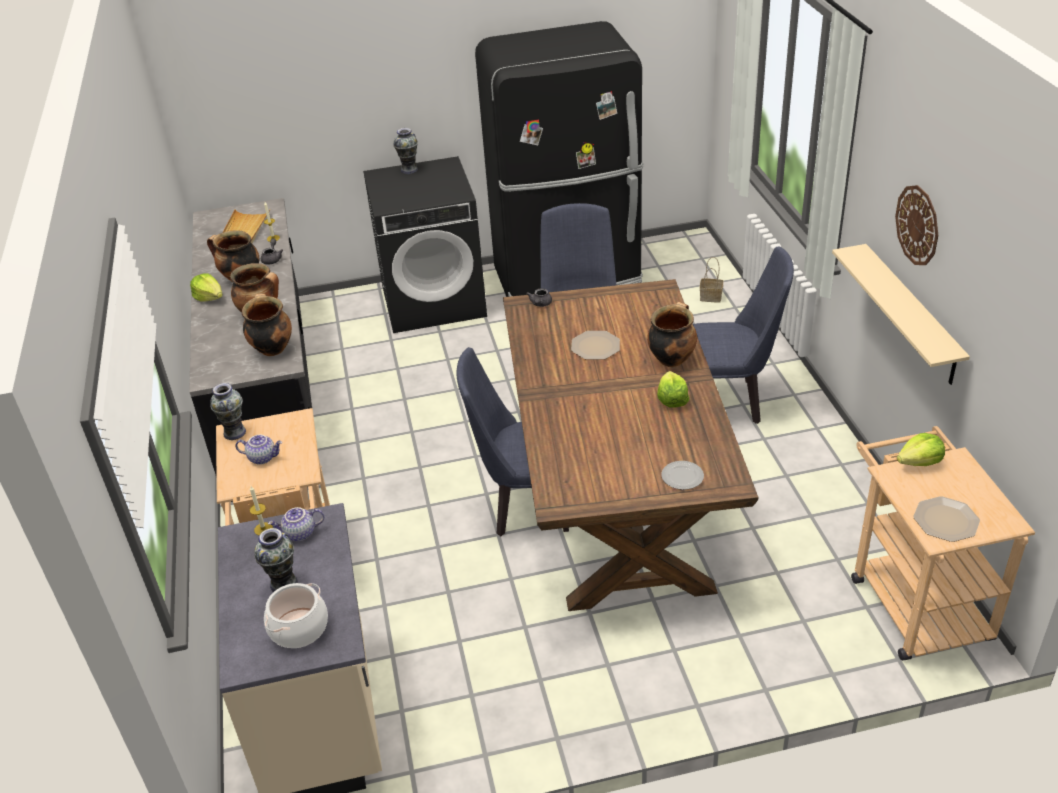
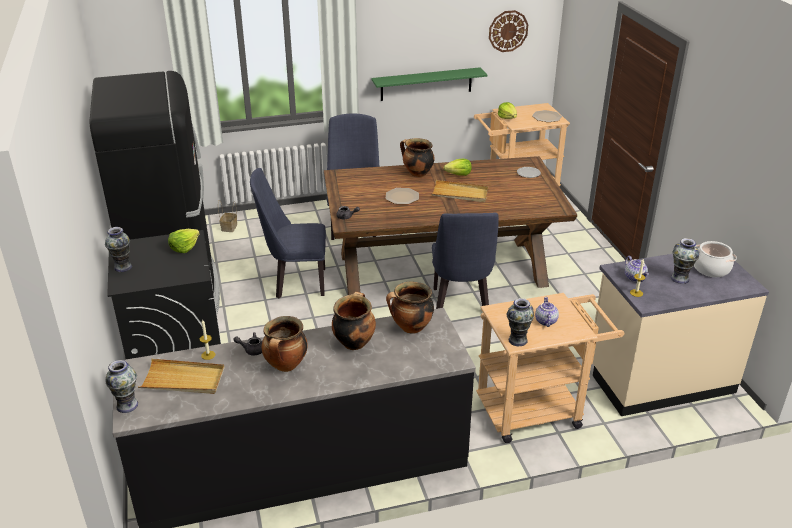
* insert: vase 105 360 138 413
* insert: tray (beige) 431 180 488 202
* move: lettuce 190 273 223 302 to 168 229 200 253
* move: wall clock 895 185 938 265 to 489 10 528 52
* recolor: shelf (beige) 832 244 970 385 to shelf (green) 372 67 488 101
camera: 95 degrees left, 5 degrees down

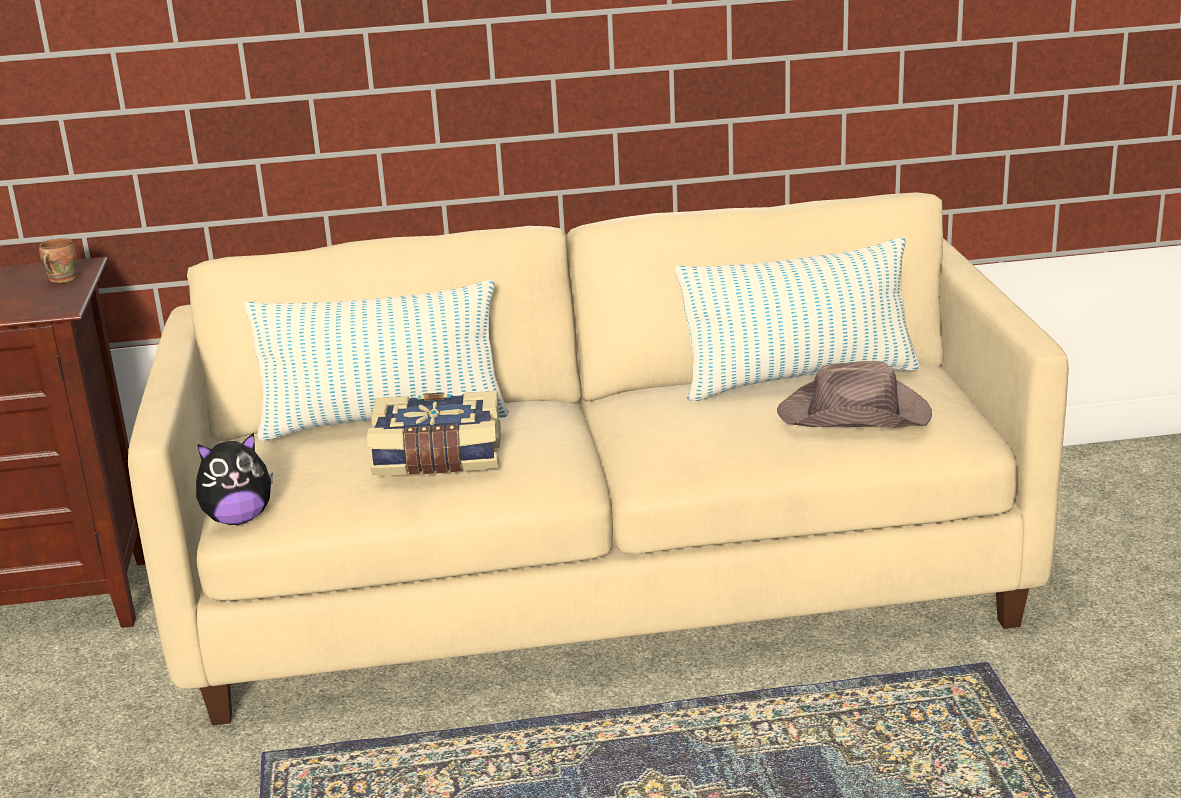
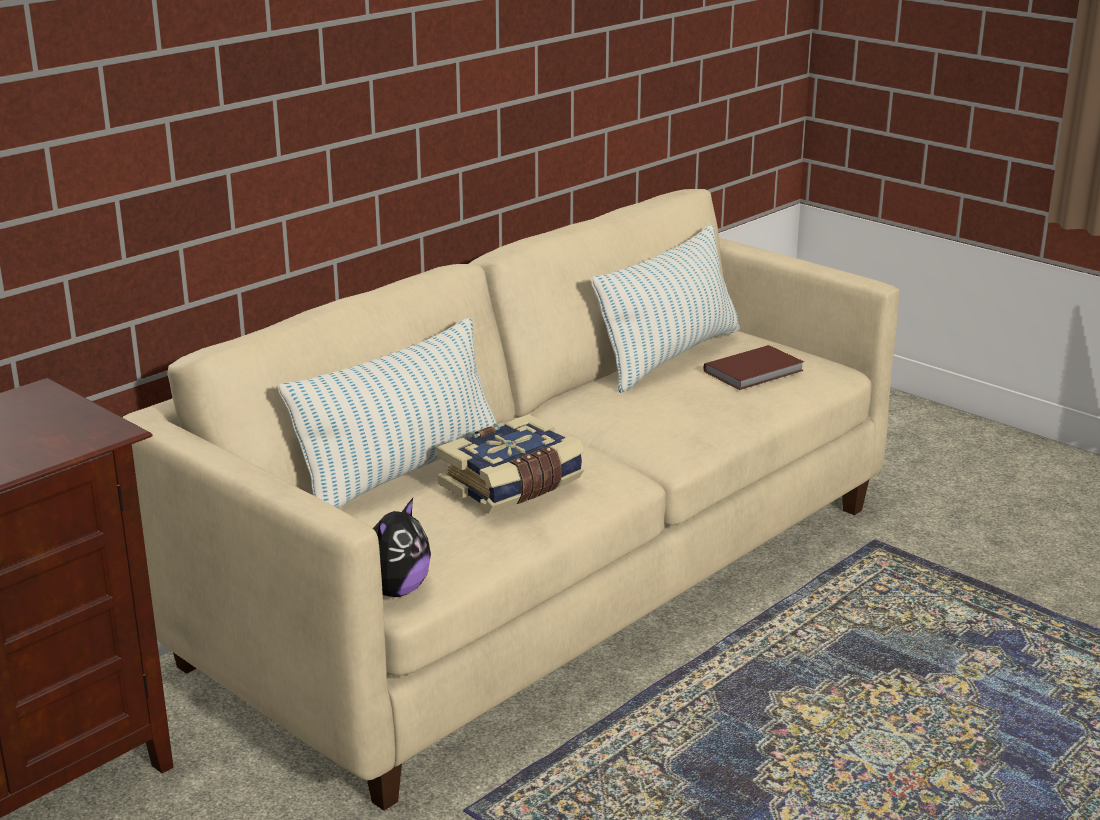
* delete: mug (brown) 39 238 77 283
* replace: hat (brown) 777 361 932 428 to book (brown) 704 345 804 390
camera: 40 degrees left, 0 degrees up

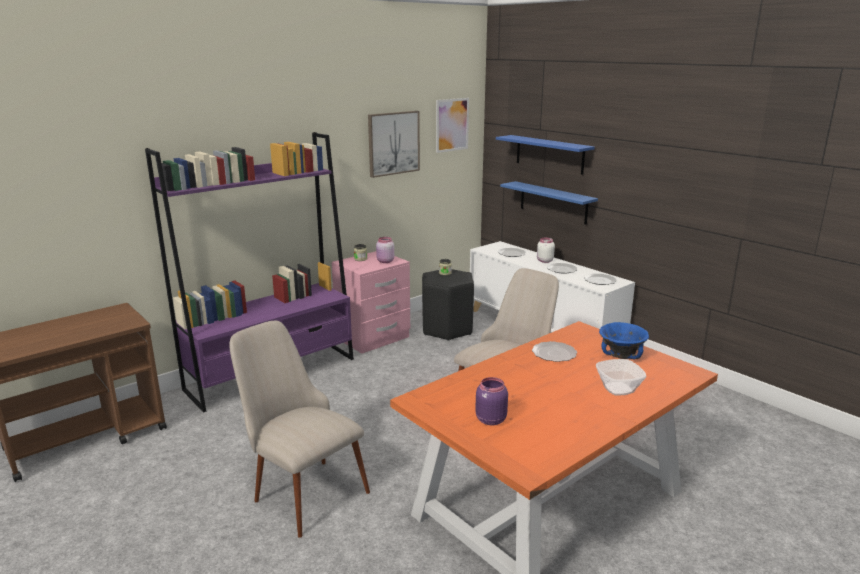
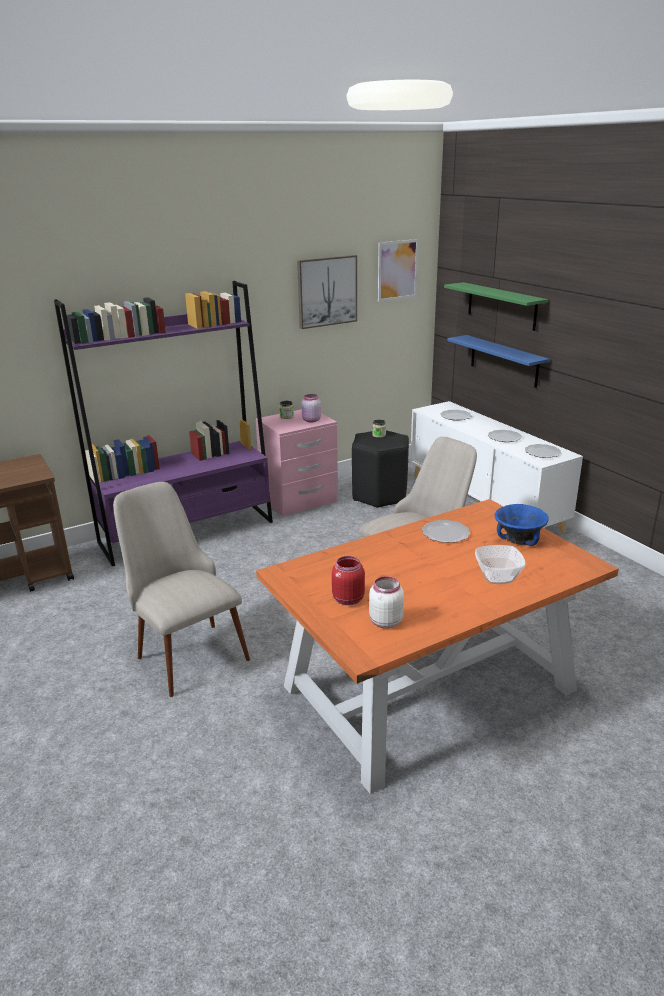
* move: jar (white) 537 238 555 263 to 369 576 404 628
* recolor: jar (purple) 475 377 508 425 to jar (red) 332 556 365 605
* recolor: shelf (blue) 496 135 595 175 to shelf (green) 444 282 548 331
camera: 10 degrees right, 5 degrees up

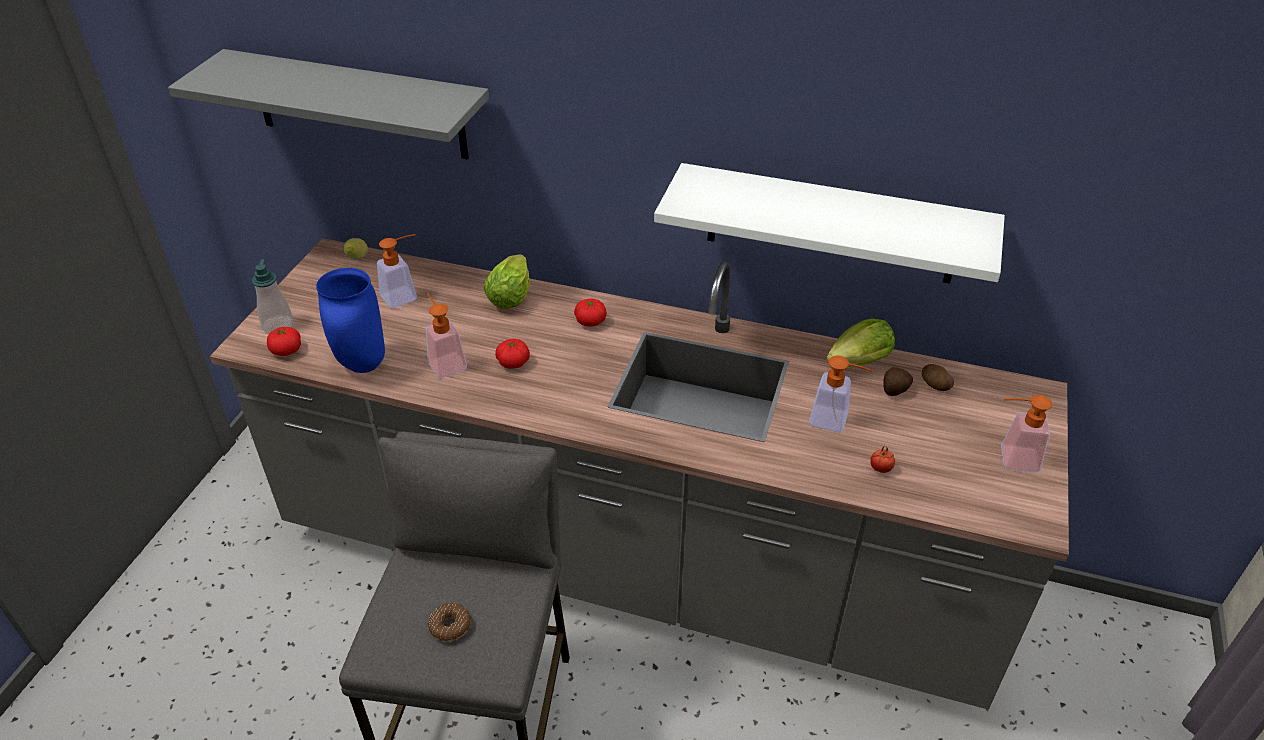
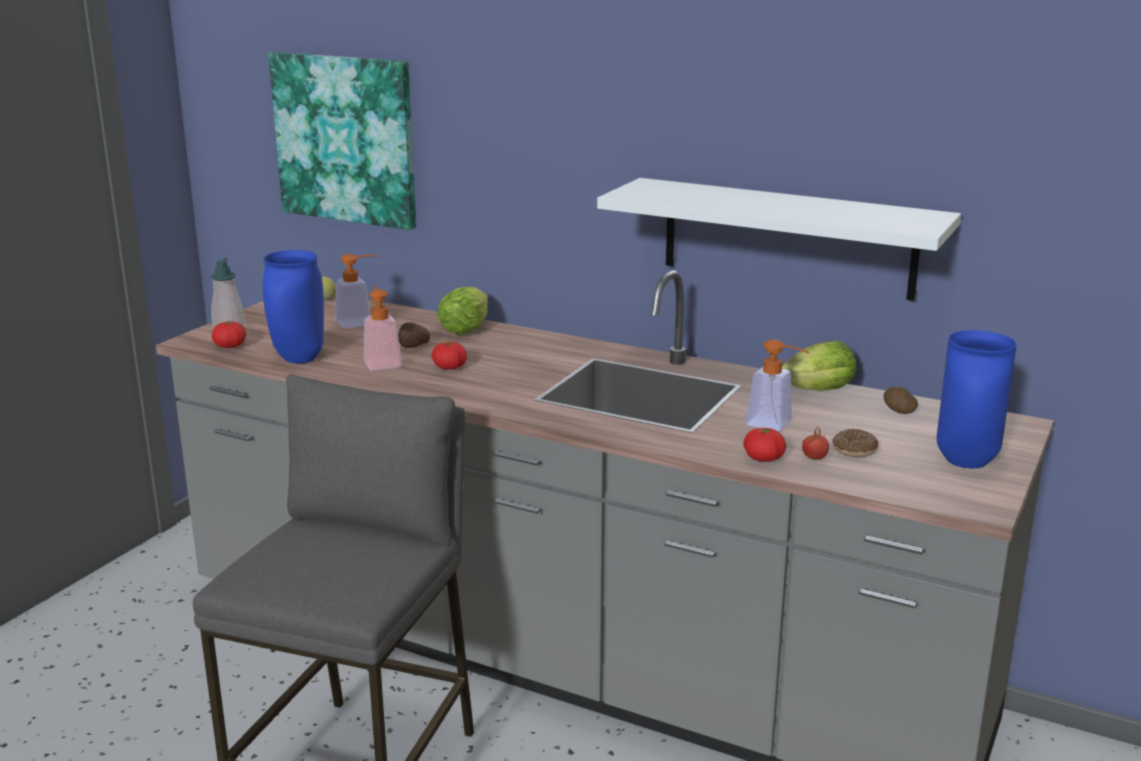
* move: donut 428 602 471 642 to 832 429 878 457
* move: tomato 574 299 607 327 to 743 428 786 462
* move: potato 883 367 913 396 to 398 322 430 348
* replace: shelf (grey) 168 49 489 160 to picture 268 52 416 230
* replace: soap dispenser 1001 395 1052 472 to vase (blue) 937 330 1017 468
camera: 10 degrees right, 20 degrees down

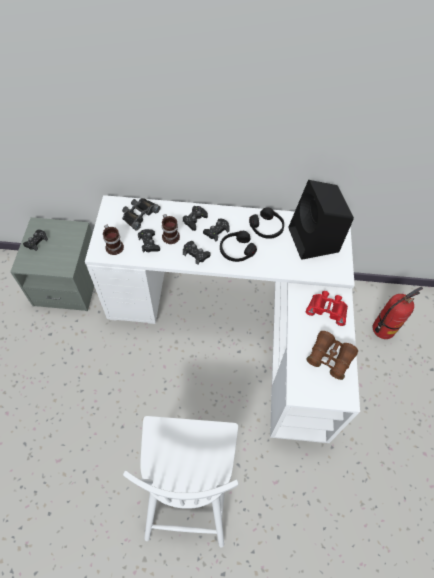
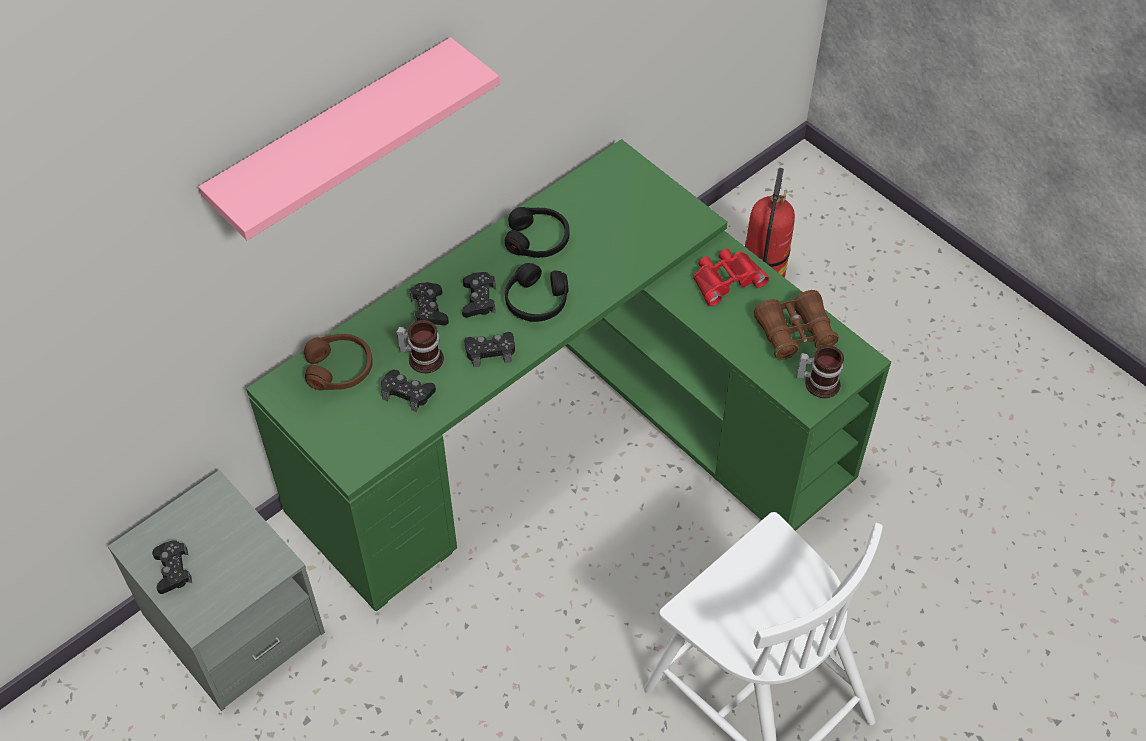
* delete: speaker (black) 288 180 354 260
* insert: shelf (pink) 199 37 499 240
* move: mug 103 225 124 255 to 796 345 844 398
* replace: binoculars (black) 122 198 160 231 to headphones (brown) 304 334 373 390
* recolor: desk (white) 85 195 360 443 to desk (green) 246 139 891 611
camera: 45 degrees left, 5 degrees down

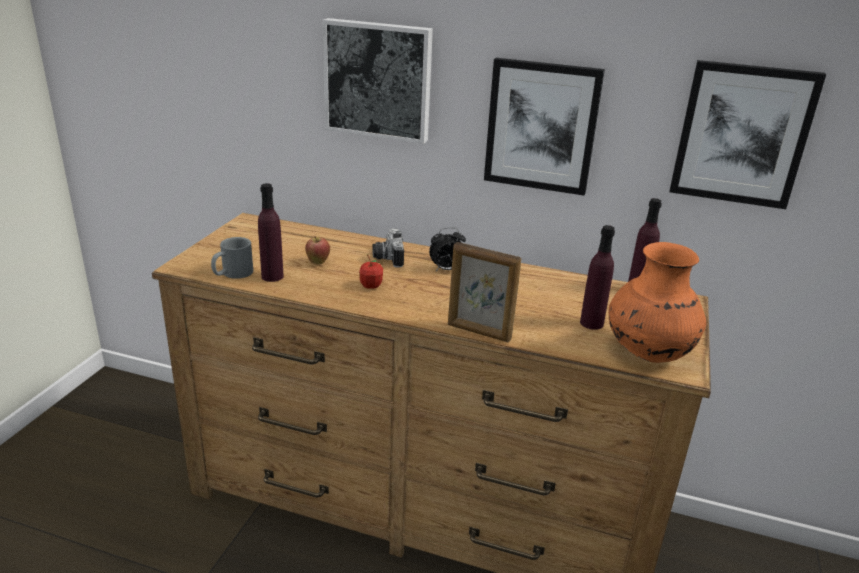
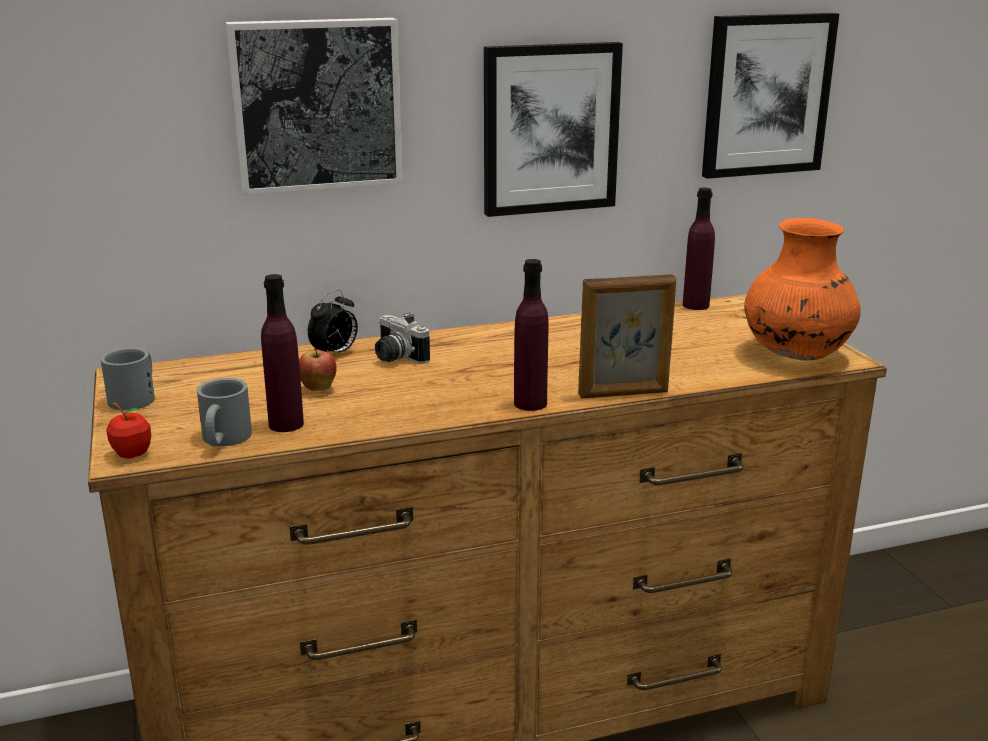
* insert: mug (grey) 100 347 155 411
* move: apple 359 254 383 289 to 106 403 151 459
* move: alarm clock 429 227 466 271 to 308 290 358 353
* move: bottle (purple) 580 225 615 330 to 514 259 548 411
camera: 35 degrees left, 5 degrees down

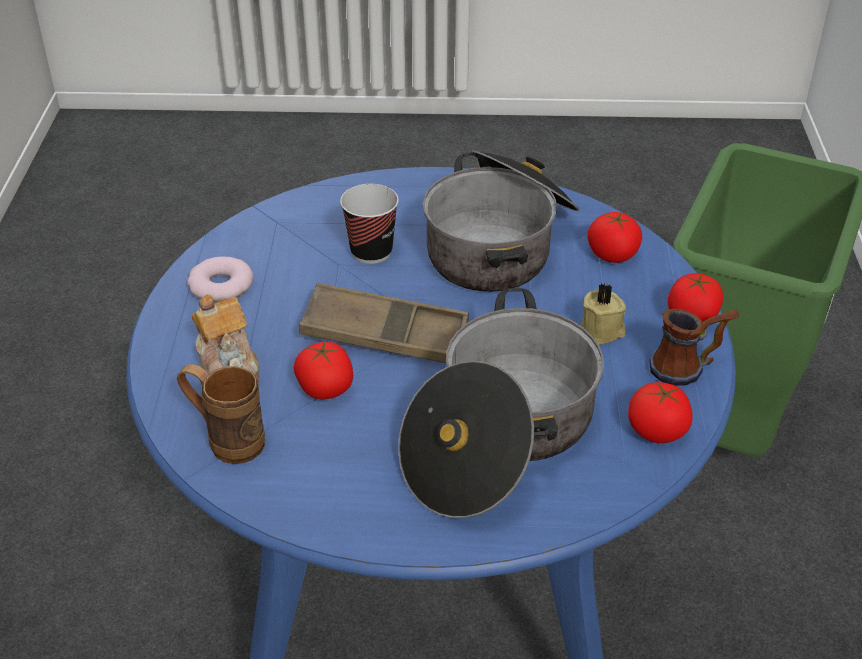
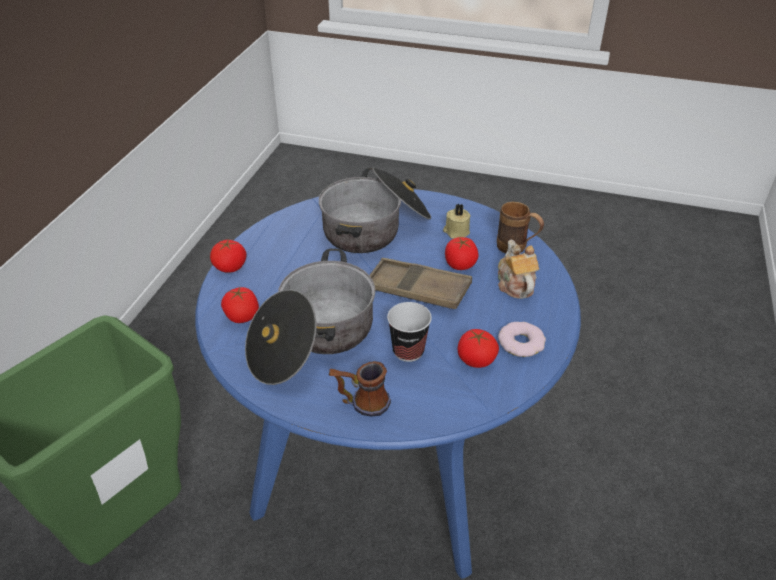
* move: candle (beige) 581 283 626 345 to 443 204 471 239
* move: tomato 628 382 693 443 to 458 329 499 368
* move: mug 649 308 739 386 to 329 361 391 417
camera: 165 degrees left, 0 degrees up

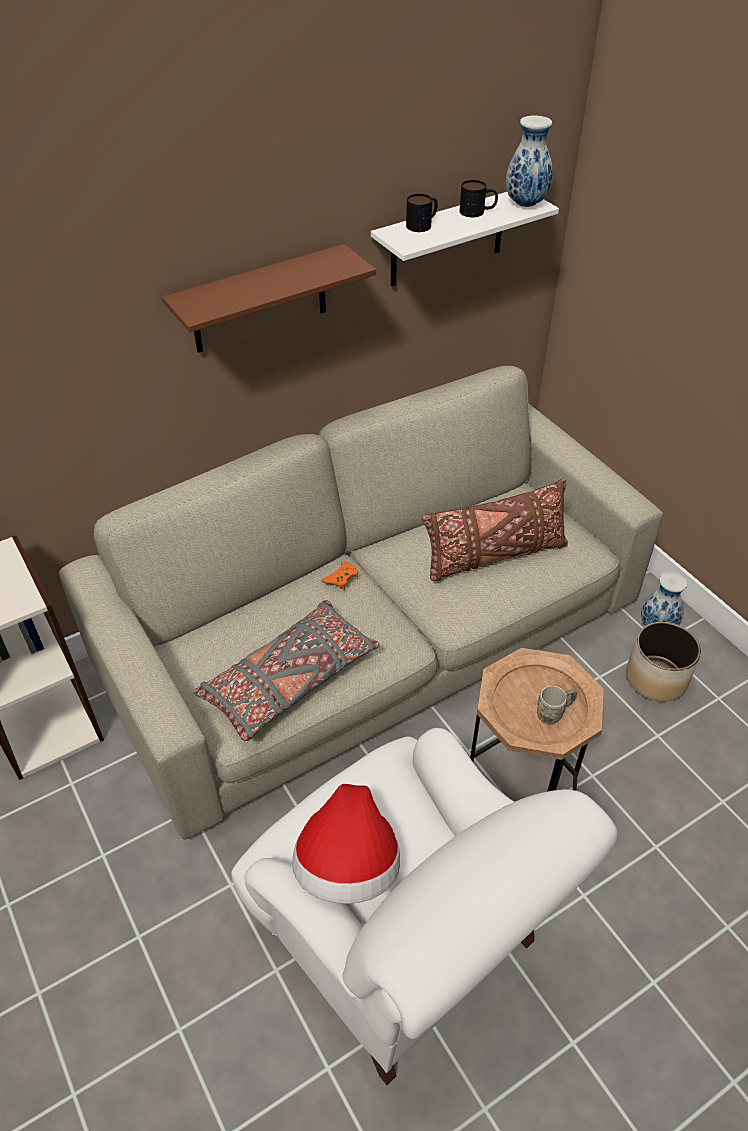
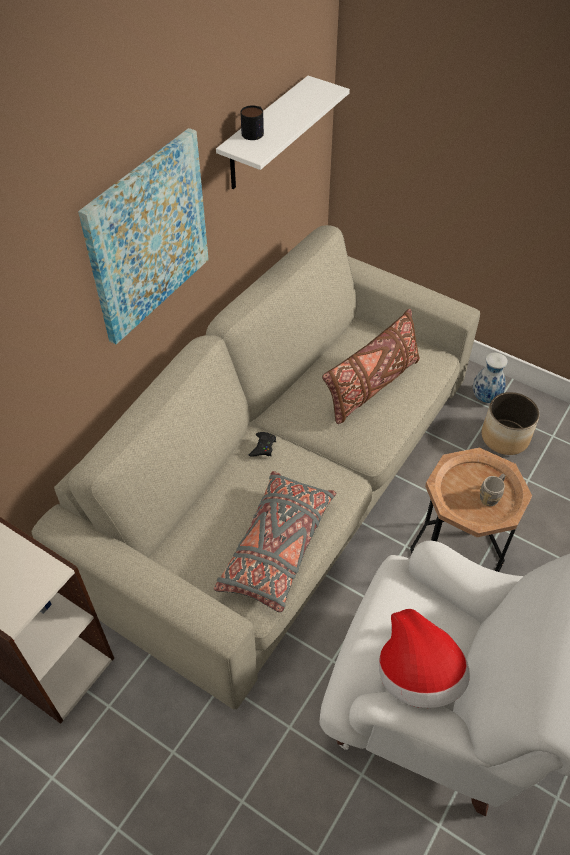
* delete: mug 460 180 498 217
* delete: vase 506 115 553 207
* replace: shelf (brown) 162 244 376 353 to picture 78 128 209 344
* recolor: game controller (orange) 321 562 358 590 to game controller (black) 249 432 276 457
camera: 25 degrees left, 5 degrees up

